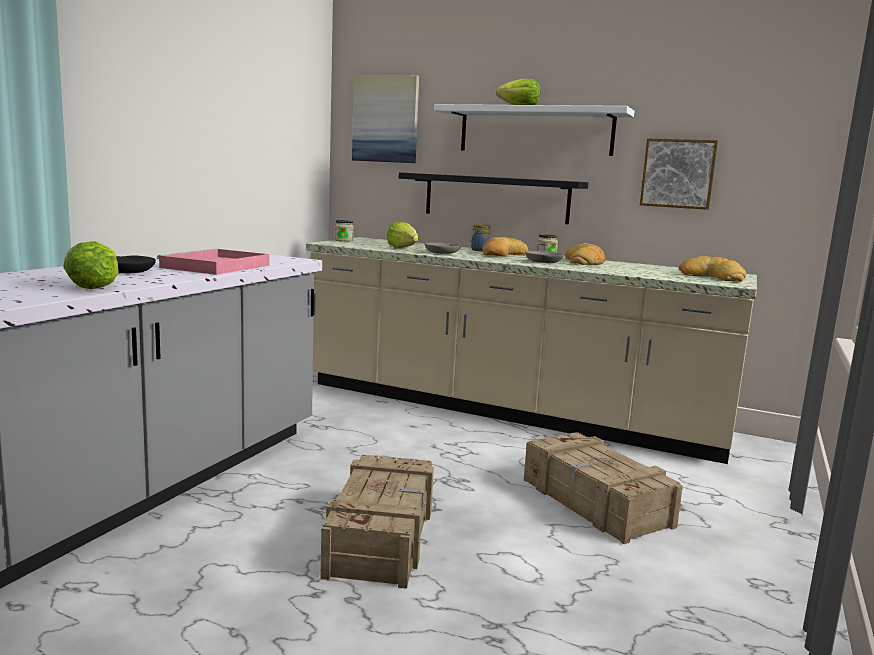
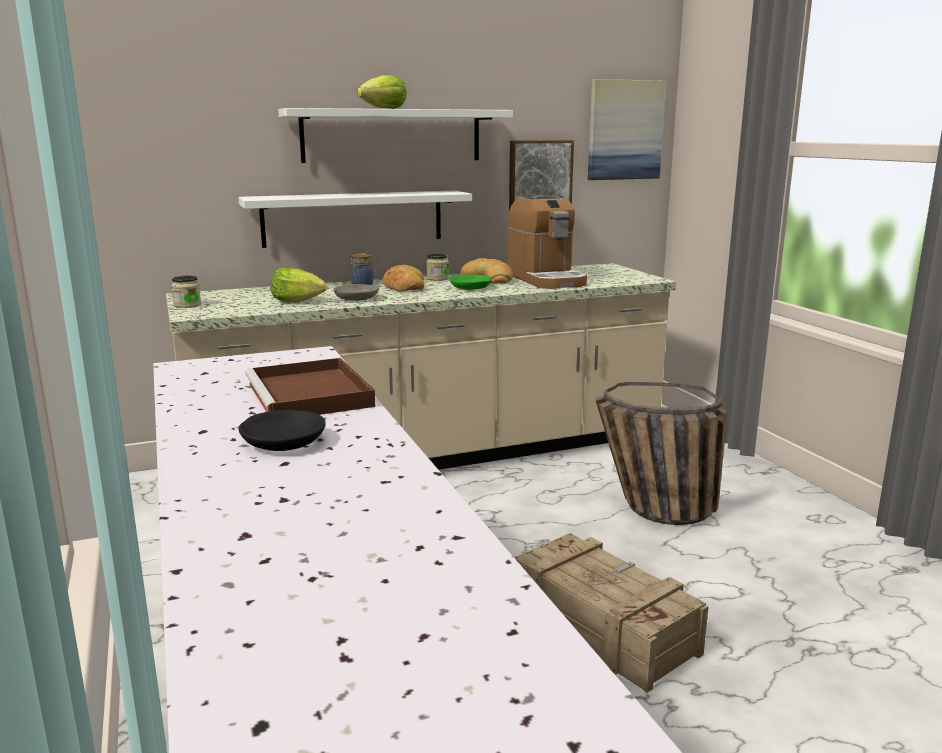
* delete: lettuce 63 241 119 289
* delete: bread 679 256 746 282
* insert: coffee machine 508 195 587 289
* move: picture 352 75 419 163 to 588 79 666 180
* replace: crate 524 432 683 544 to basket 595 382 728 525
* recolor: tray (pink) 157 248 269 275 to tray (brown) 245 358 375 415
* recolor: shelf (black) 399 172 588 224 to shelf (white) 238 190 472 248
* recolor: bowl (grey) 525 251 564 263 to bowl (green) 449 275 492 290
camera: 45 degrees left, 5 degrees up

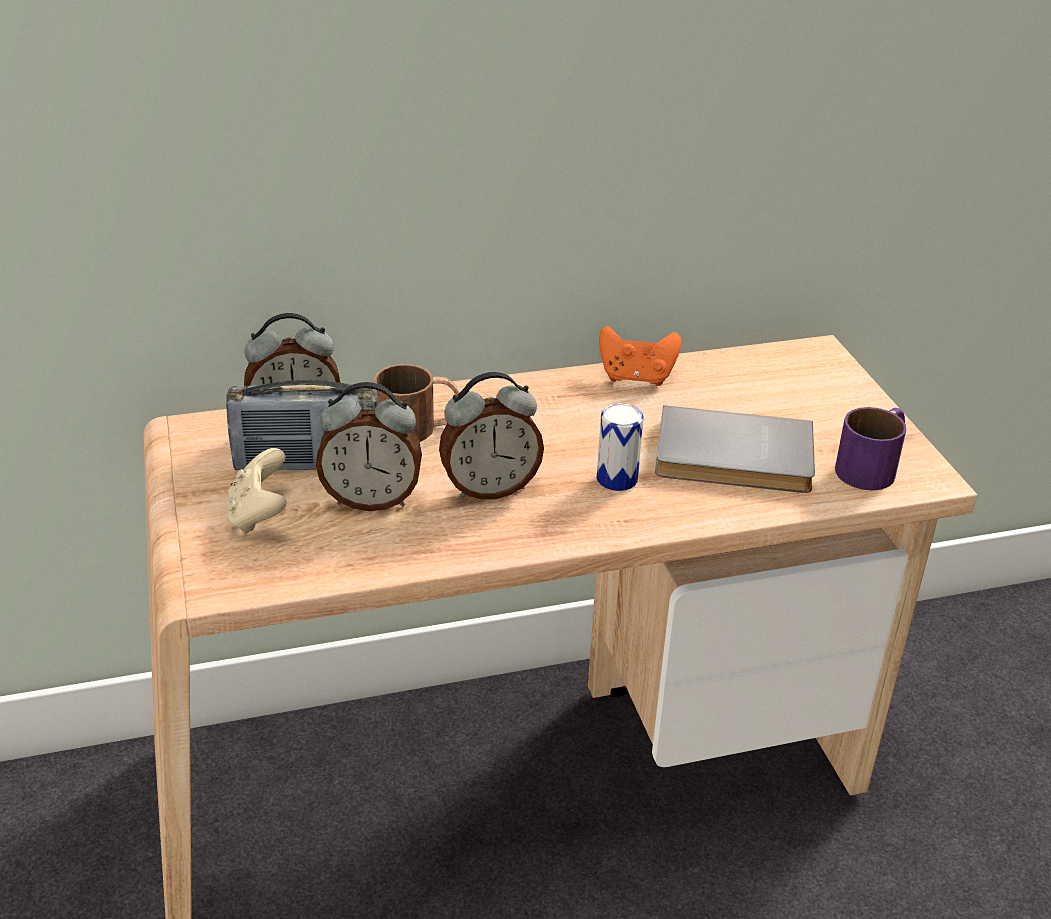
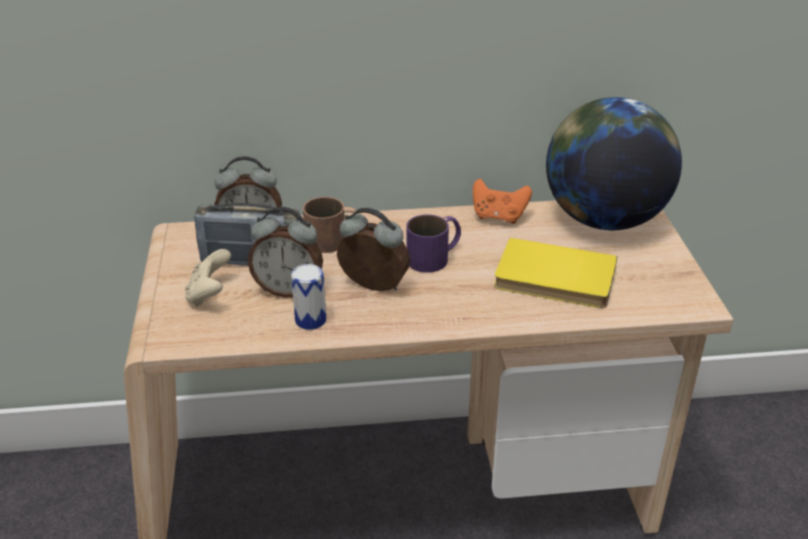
* insert: globe 546 97 682 230
* move: can 597 403 644 491 to 291 264 326 330
* move: mug (purple) 835 407 906 491 to 406 215 461 273
* recolor: book (grey) 655 405 815 493 to book (yellow) 494 238 618 308
* rotate: alarm clock 439 372 544 500 = 337 208 410 291 150 degrees counterclockwise
camera: 10 degrees right, 0 degrees up

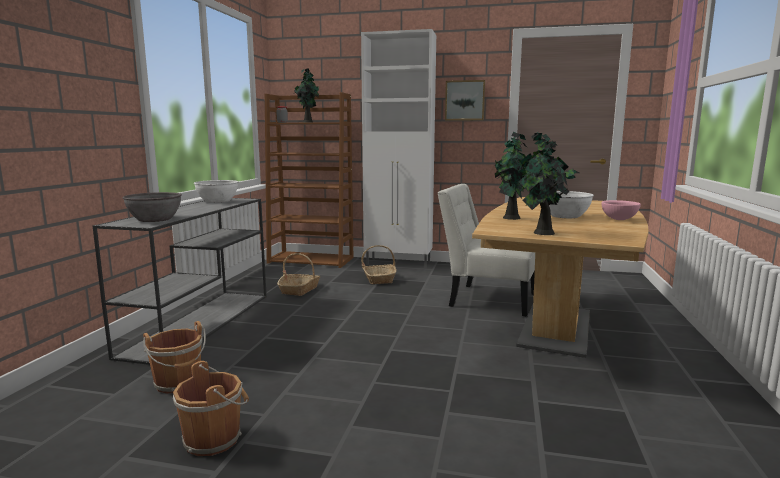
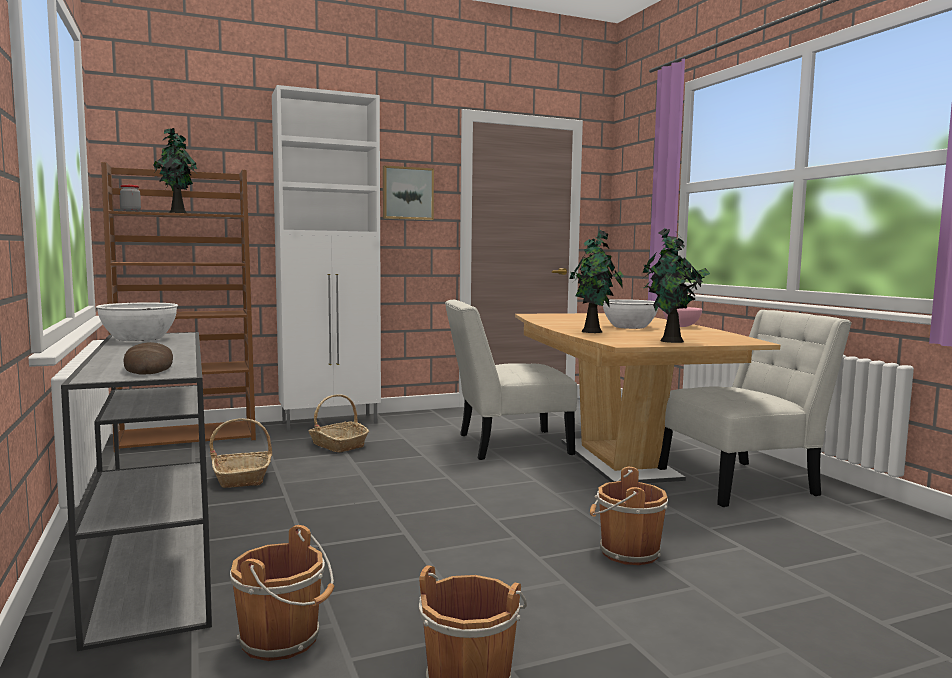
* insert: bucket (brown) 590 467 668 565
* insert: chair (white) 658 310 852 507
* replace: bowl (grey) 122 192 182 222 to bread 123 342 173 374
camera: 35 degrees left, 5 degrees down

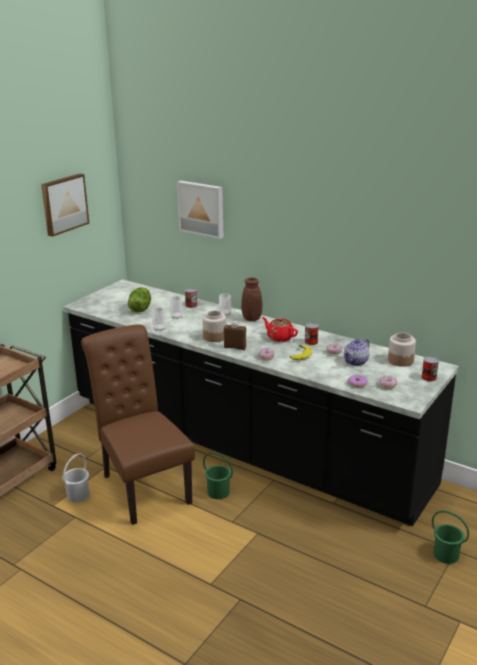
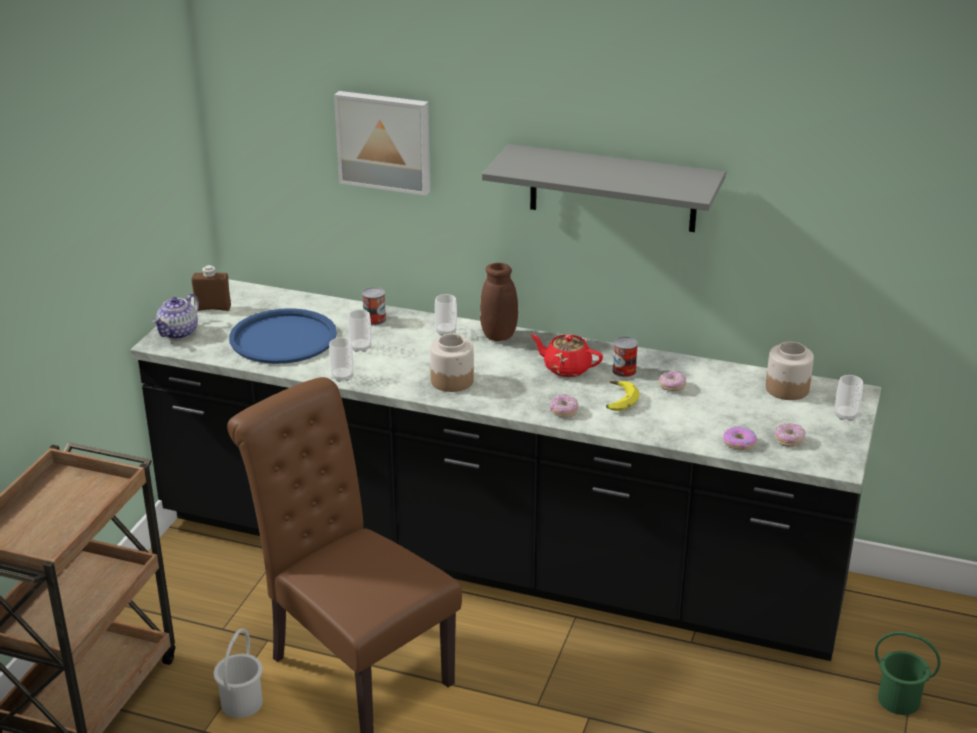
* delete: picture 41 174 89 237
* delete: bucket (green) 203 452 233 499
* insert: shelf (grey) 482 144 726 232
* move: bottle (brown) 224 321 246 350 to 192 265 231 311
* move: teapot 344 338 370 366 to 152 293 199 339
* replace: lettuce 128 287 151 313 to tray (blue) 229 308 337 364
* replace: can 421 356 439 382 to cup 835 375 863 421
camera: 15 degrees left, 5 degrees up

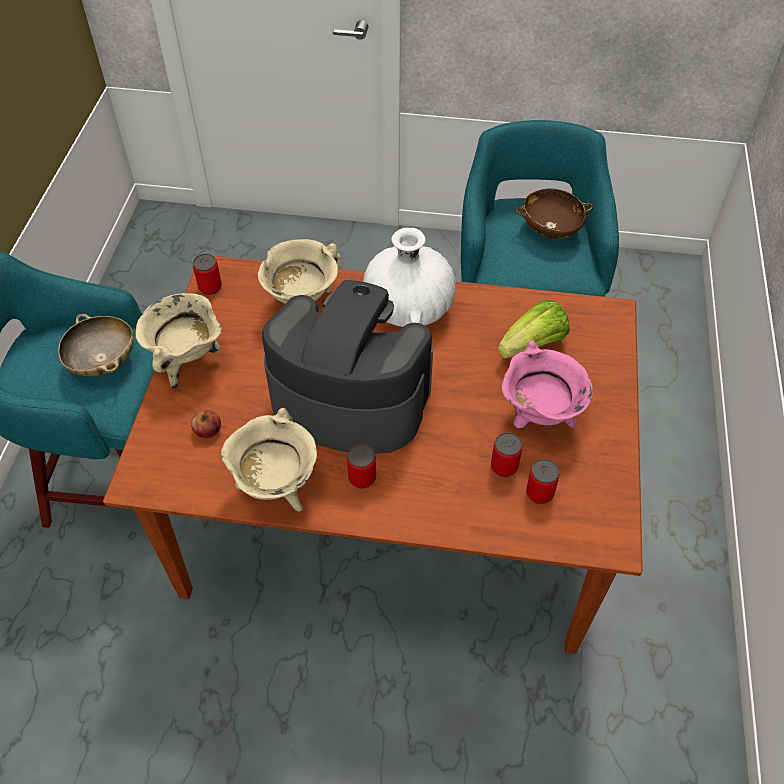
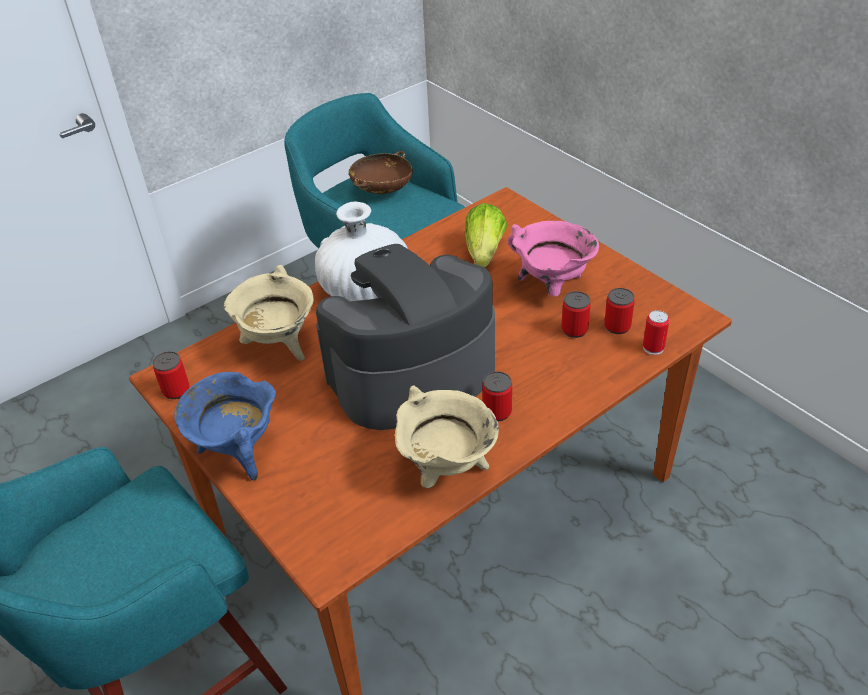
* delete: bowl (beige) 58 314 134 376
* delete: apple 191 410 221 438
* insert: can 643 310 669 355
* recolor: cooking pot (beige) 136 293 222 389 to cooking pot (blue) 174 372 276 480
camera: 45 degrees left, 10 degrees down

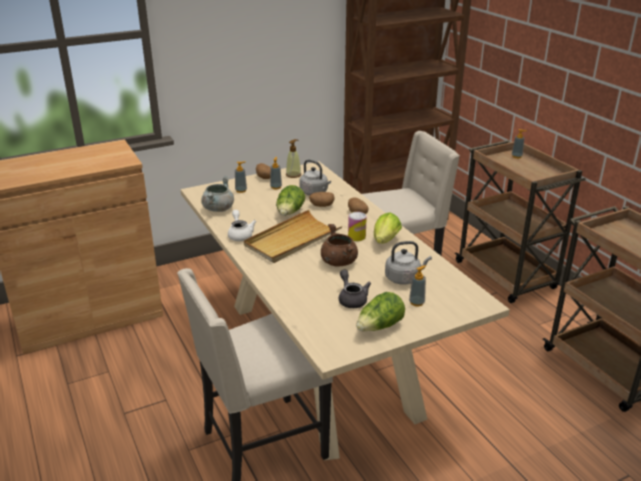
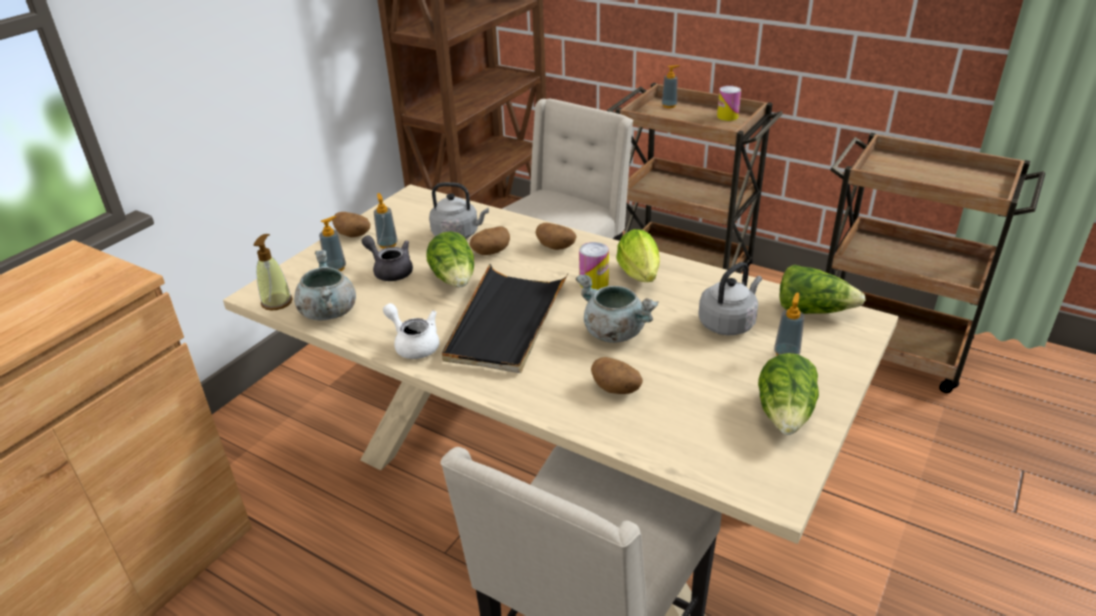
* insert: potato 591 357 643 394
* insert: can 717 86 741 121
* insert: lettuce 779 265 866 314
* move: soap dispenser 286 139 301 178 to 254 234 293 311
* move: teapot (grey) 339 270 371 308 to 362 235 413 281
* recolor: tray (beige) 244 210 342 263 to tray (black) 442 264 568 373
* recolor: cooking pot (brown) 321 224 358 267 to cooking pot (grey) 576 274 658 343
camera: 30 degrees left, 5 degrees up

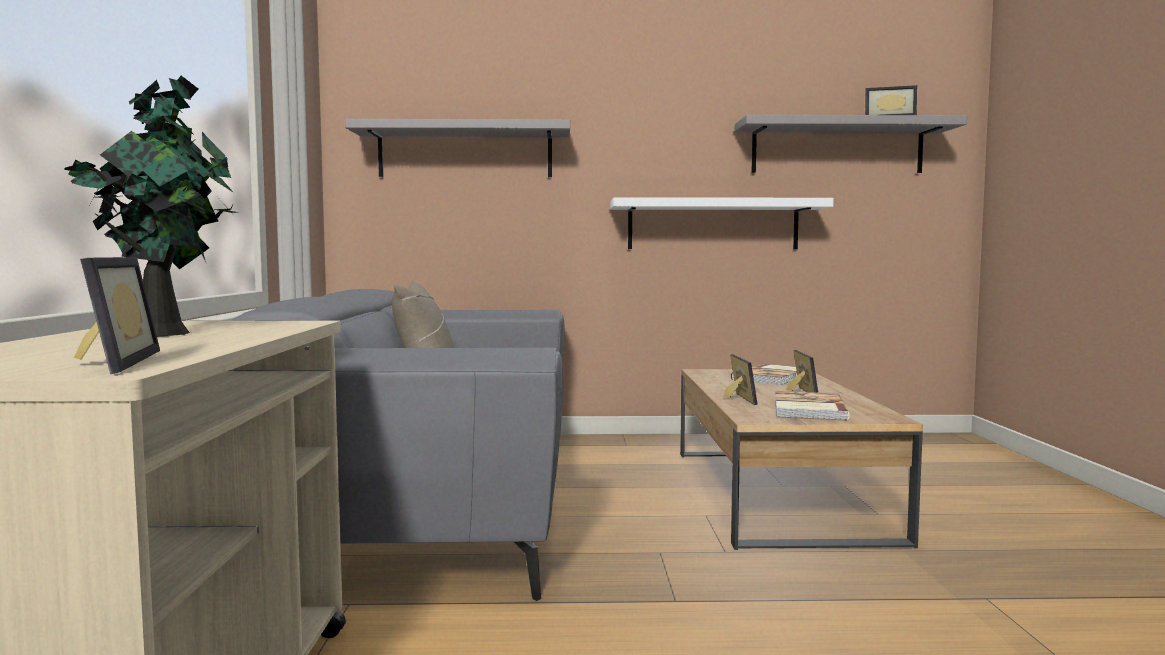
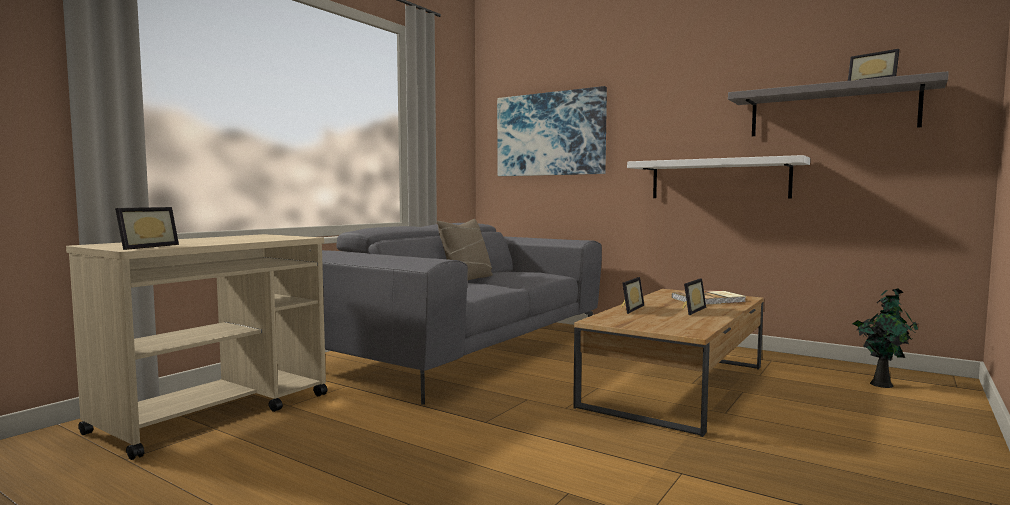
* delete: book 775 391 849 421
* move: potted plant 64 76 238 336 to 853 288 918 388
* replace: shelf (grey) 345 119 570 177 to picture 497 86 607 176
camera: 35 degrees right, 0 degrees up

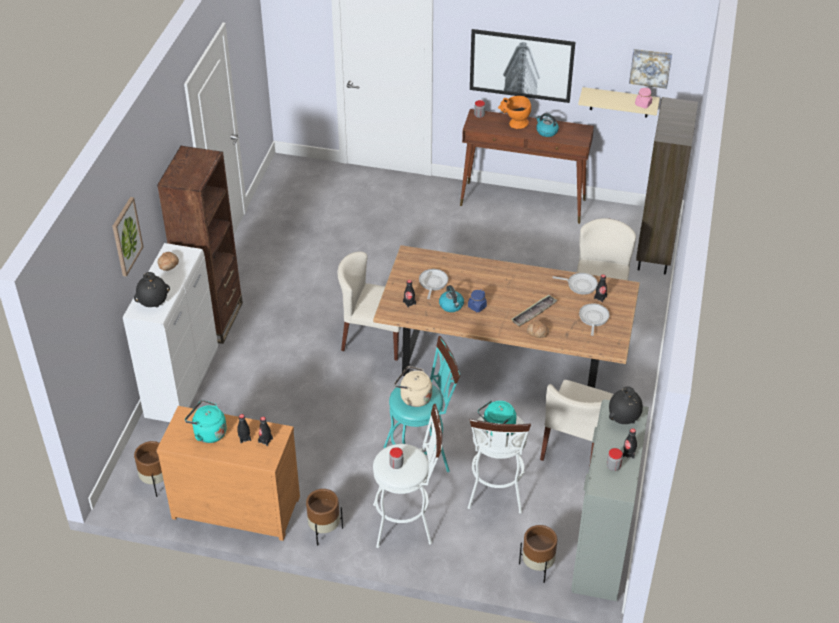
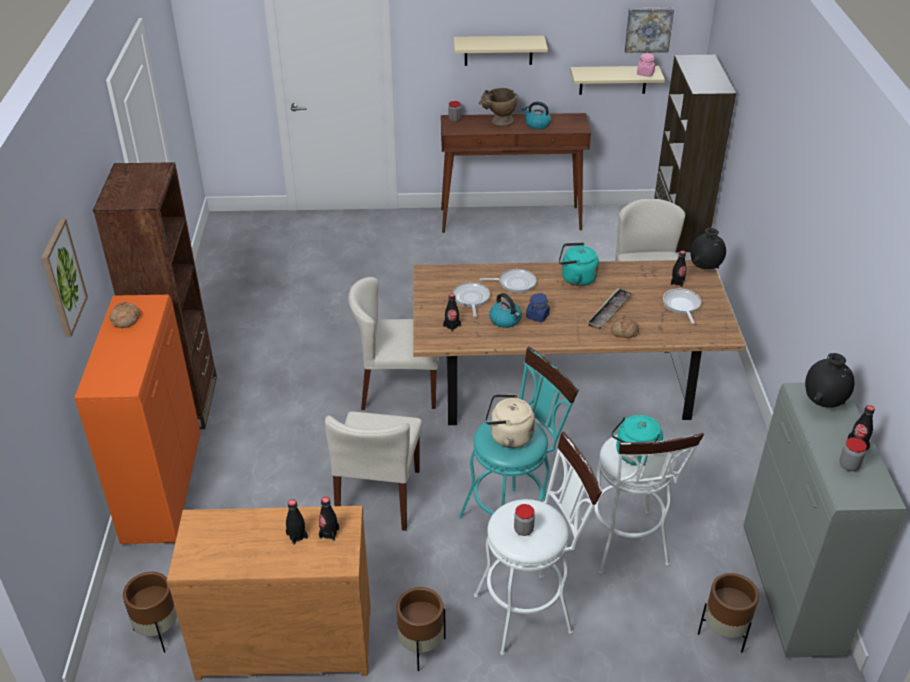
* move: vase (black) 134 272 170 307 to 690 228 726 269
* move: kettle (turquoise) 185 400 227 443 to 559 242 599 286
* move: chair (beige) 540 380 614 468 to 325 411 422 531
* move: frying pan 552 273 598 295 to 479 269 537 293
* replace: picture 470 29 575 103 to shelf (beige) 453 36 548 66
* recolor: cabinet (white) 123 243 218 422 to cabinet (orange) 74 295 200 544
* recolor: vase (orange) 498 96 531 129 to vase (beige) 479 88 517 126
camera: 15 degrees left, 5 degrees down

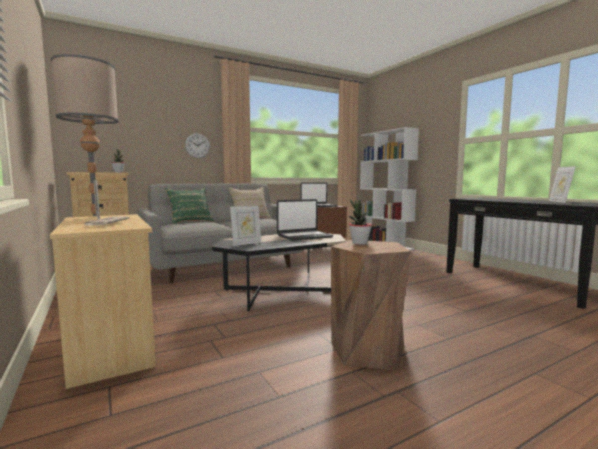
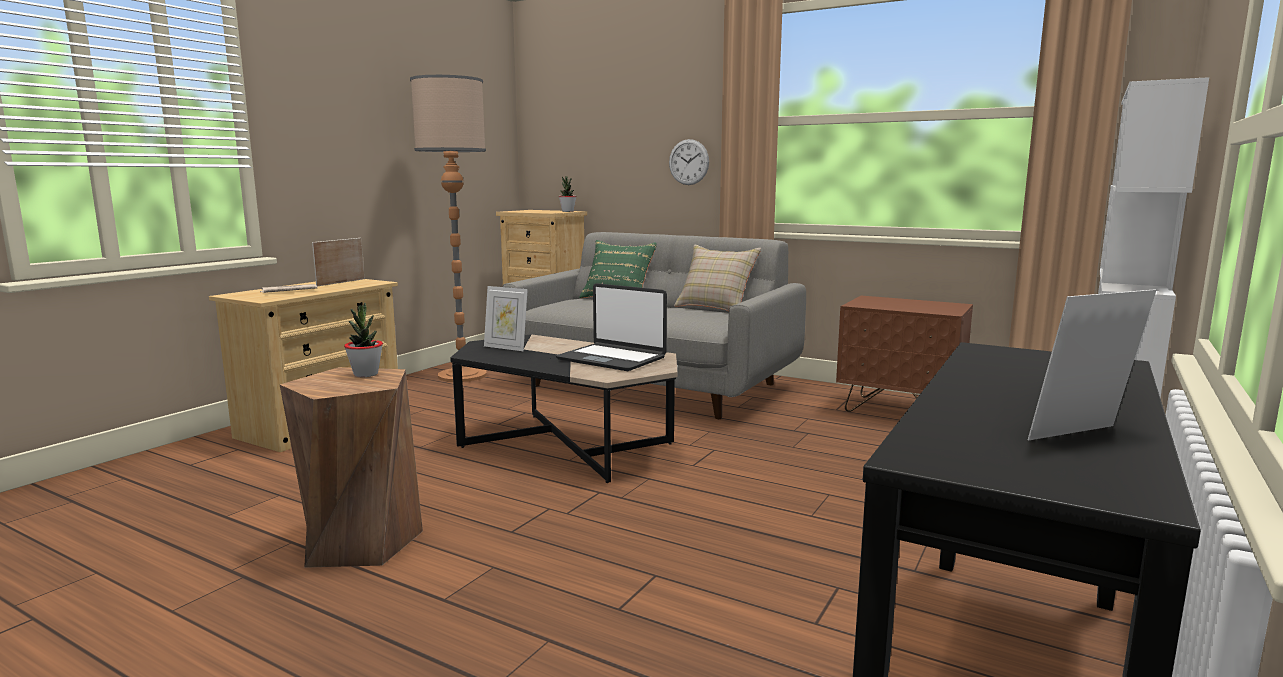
* delete: laptop 301 183 338 207
camera: 60 degrees right, 5 degrees up

